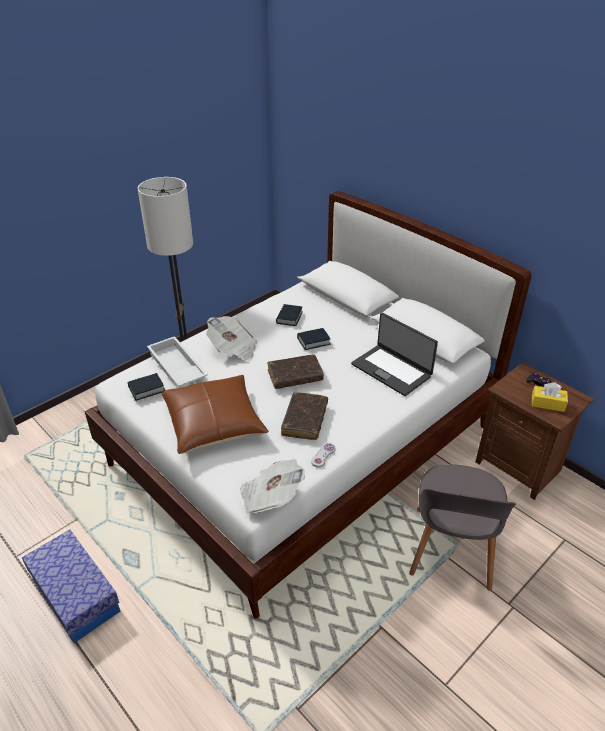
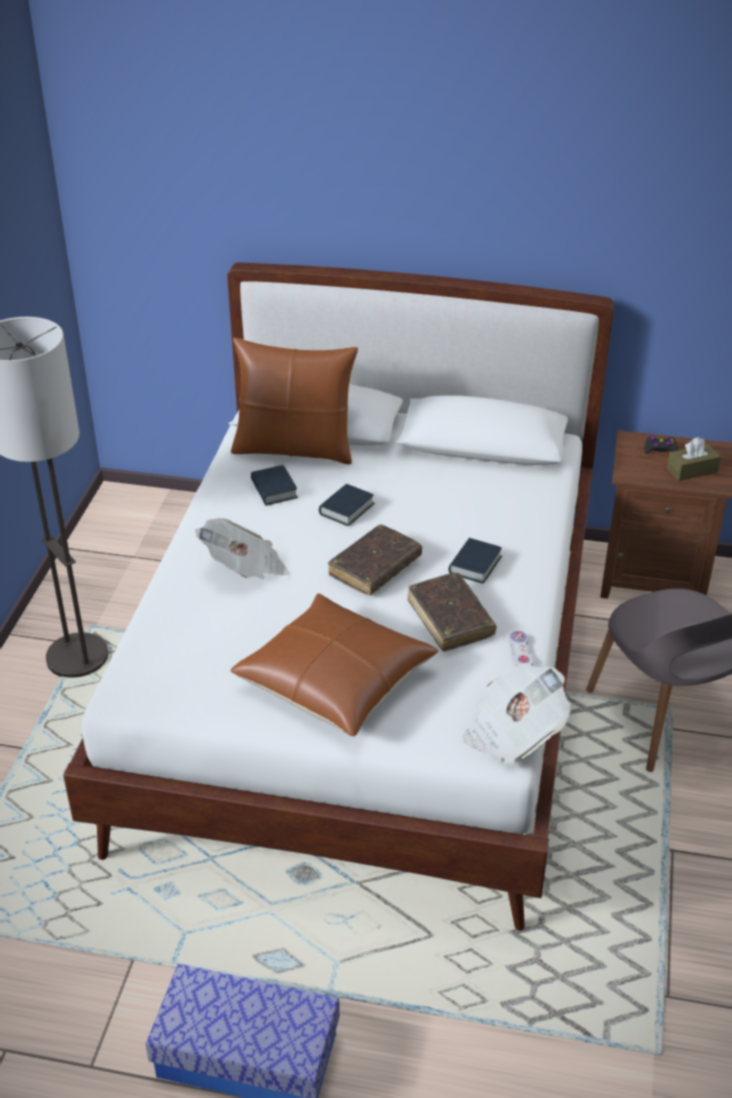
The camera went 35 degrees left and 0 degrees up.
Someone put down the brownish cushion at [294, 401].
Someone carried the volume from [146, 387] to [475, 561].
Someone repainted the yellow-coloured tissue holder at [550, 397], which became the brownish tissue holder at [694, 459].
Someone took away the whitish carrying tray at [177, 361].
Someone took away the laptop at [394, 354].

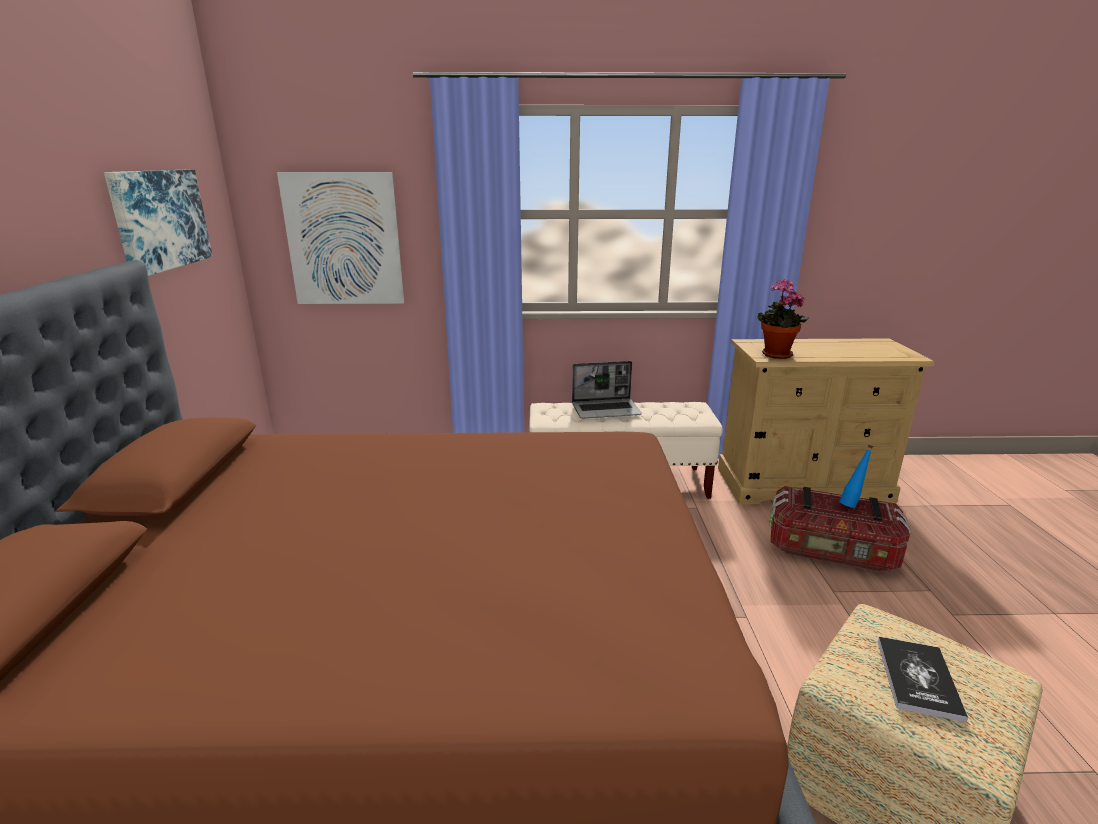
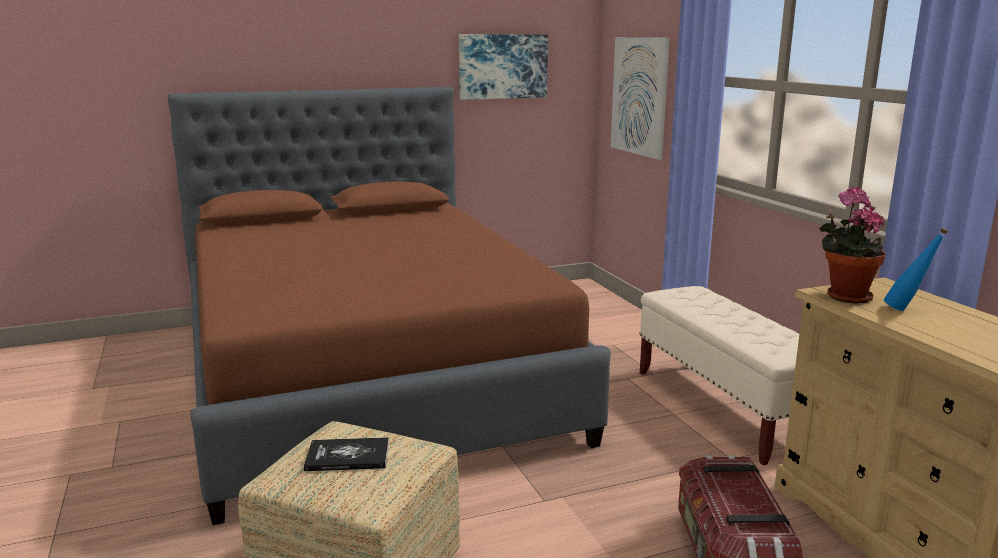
The camera went 70 degrees right and 5 degrees down.
Someone carried the blue bottle from [856, 476] to [916, 269].
Someone took away the laptop at [607, 389].

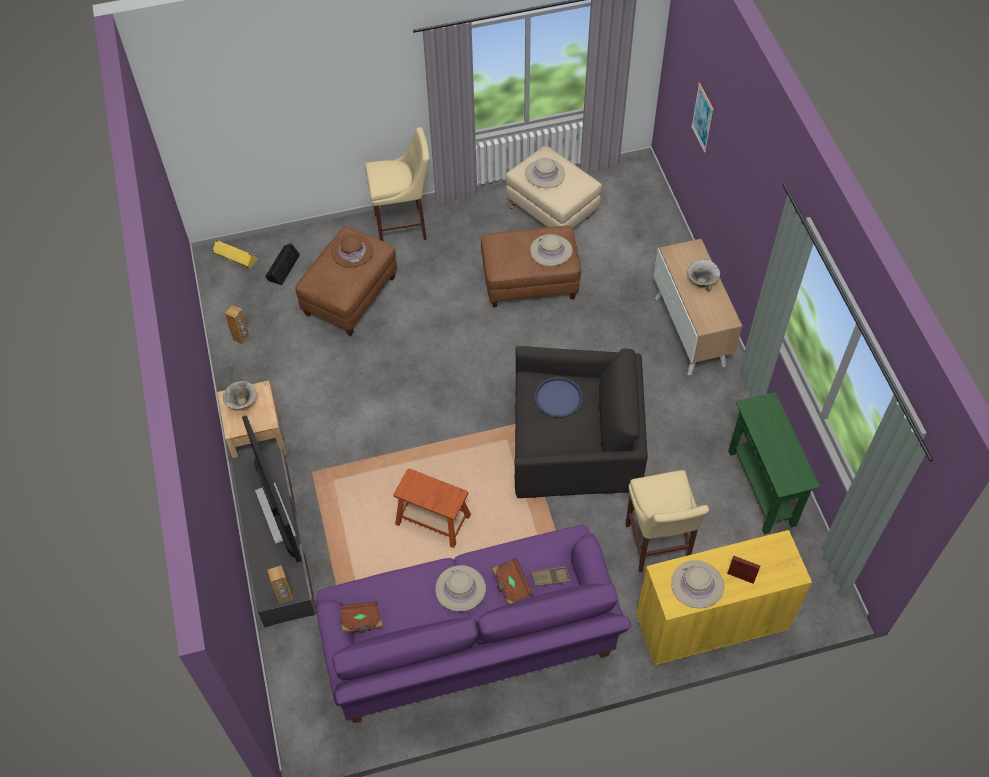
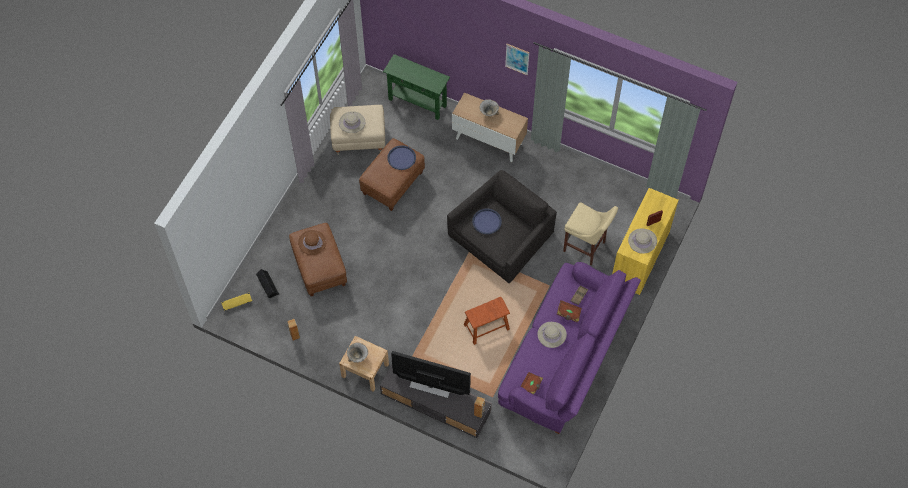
The camera went 50 degrees left and 5 degrees up.
Someone carried the green hall table from [774, 463] to [416, 87].
Someone swapped the beige clothing hat at [551, 250] for the blue carrying tray at [401, 157].
Someone carried the wall art from [702, 118] to [517, 59].
Someone took away the beige stool at [397, 184].

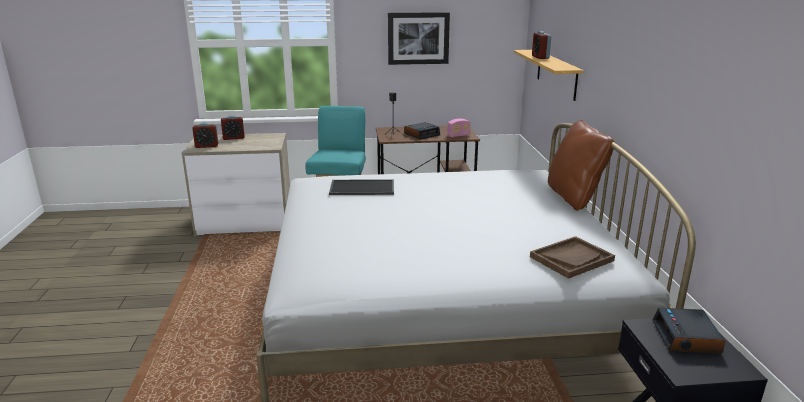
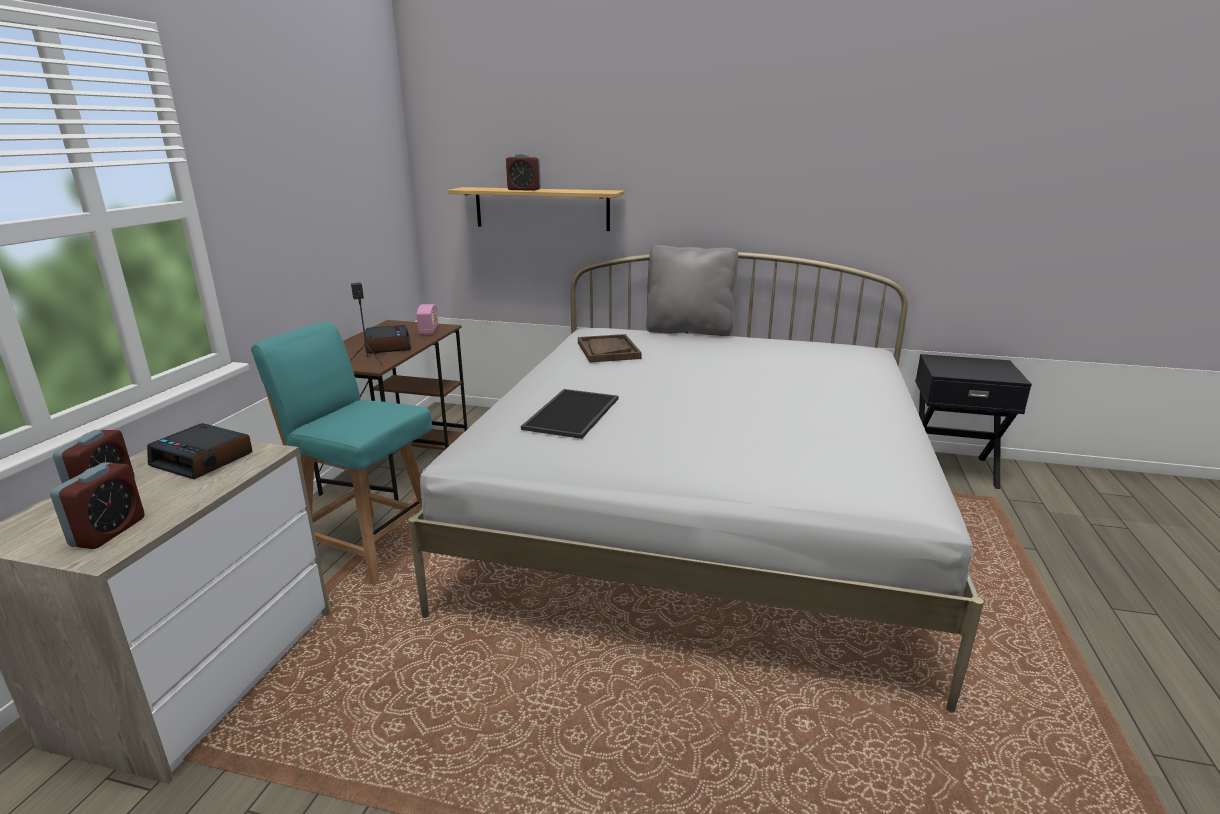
The camera went 70 degrees left and 0 degrees up.
Someone carried the bedside clock from [689, 331] to [200, 451].
Someone carried the brownish carrying tray from [572, 257] to [610, 348].
Someone repainted the brownish cushion at [581, 165], which became the greyish cushion at [692, 290].
Someone took away the wall art at [419, 38].

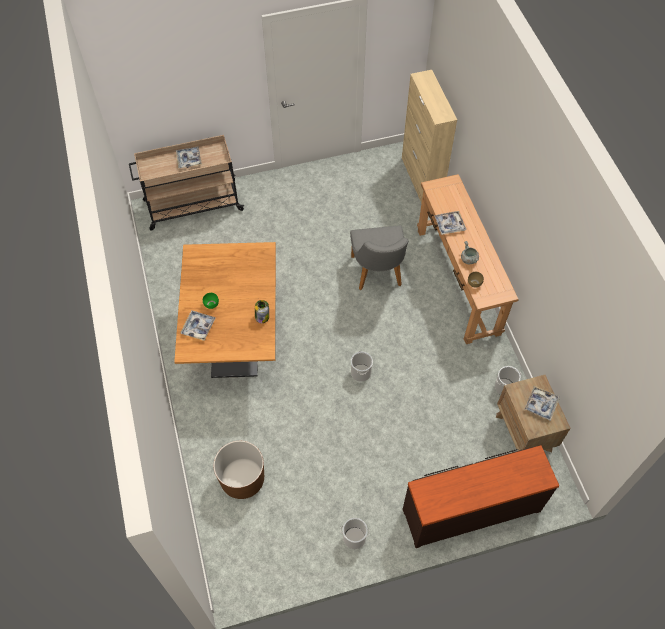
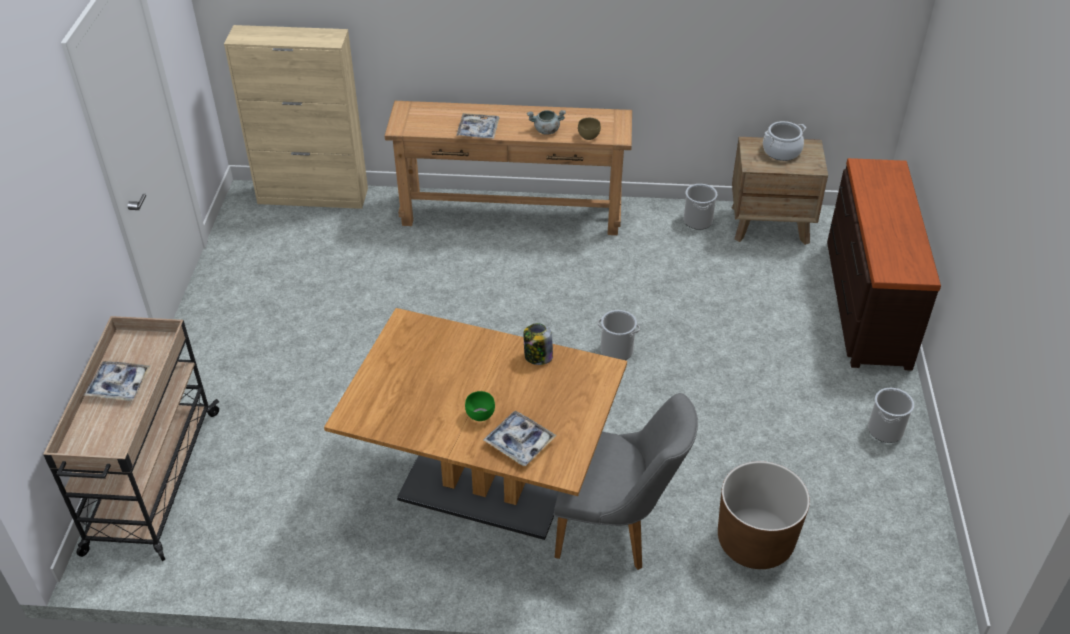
The camera went 70 degrees left and 15 degrees down.
Someone carried the greyish chair from [379, 257] to [626, 481].
Someone swapped the carrying tray at [541, 403] for the cooking pot at [784, 141].

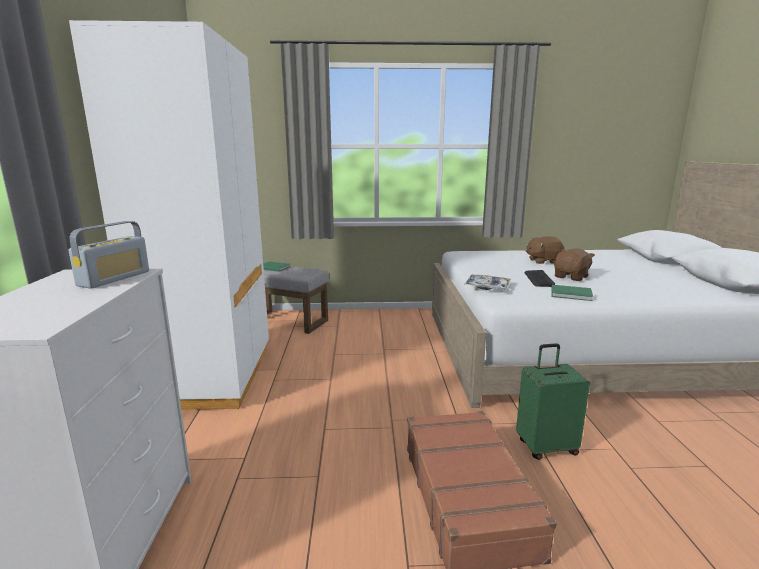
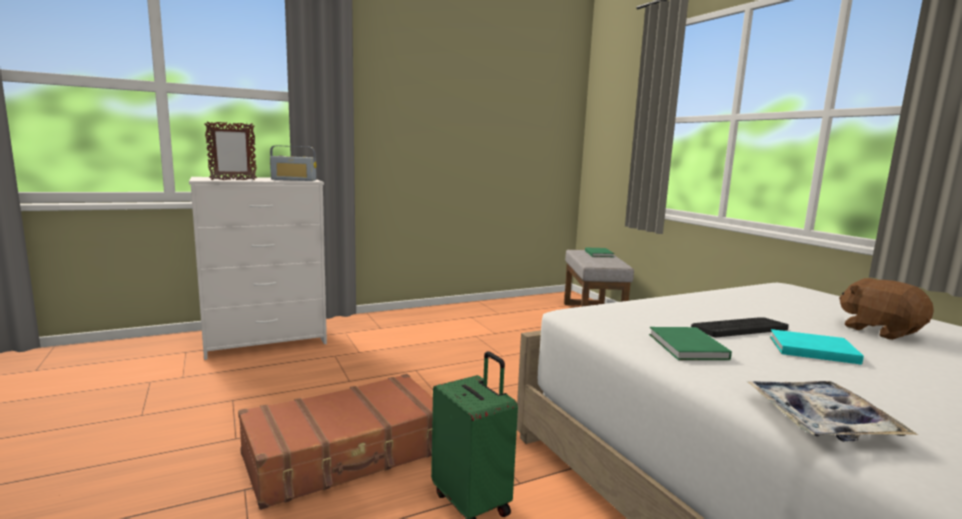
The camera went 65 degrees right and 5 degrees down.
Someone put down the picture frame at [230, 150].
Someone carried the carrying tray from [487, 282] to [833, 411].
Someone swapped the brownish cuddly toy at [574, 265] for the turquoise volume at [817, 347].
Someone took away the whitish armoire at [169, 215].

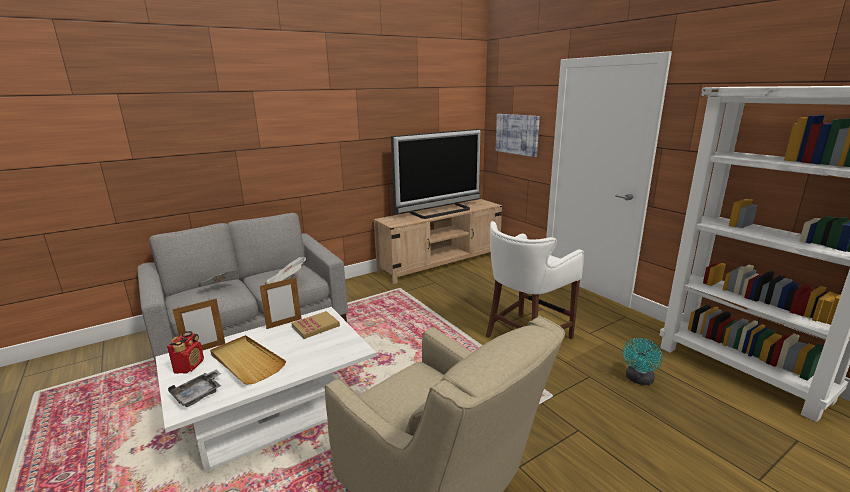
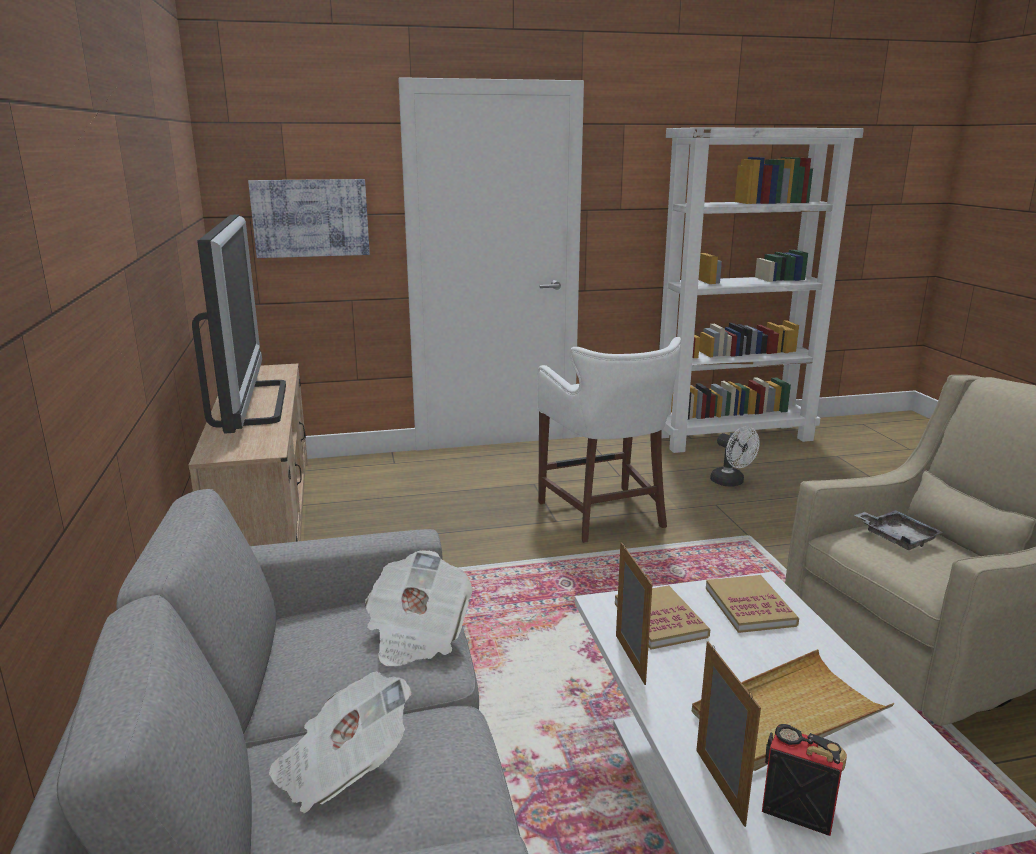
The camera went 70 degrees left and 0 degrees up.
Someone put down the volume at [752, 604].
Someone repainted the turquoise fan at [643, 361], which became the whitish fan at [735, 457].
Someone carried the greyish carrying tray from [194, 388] to [899, 530].

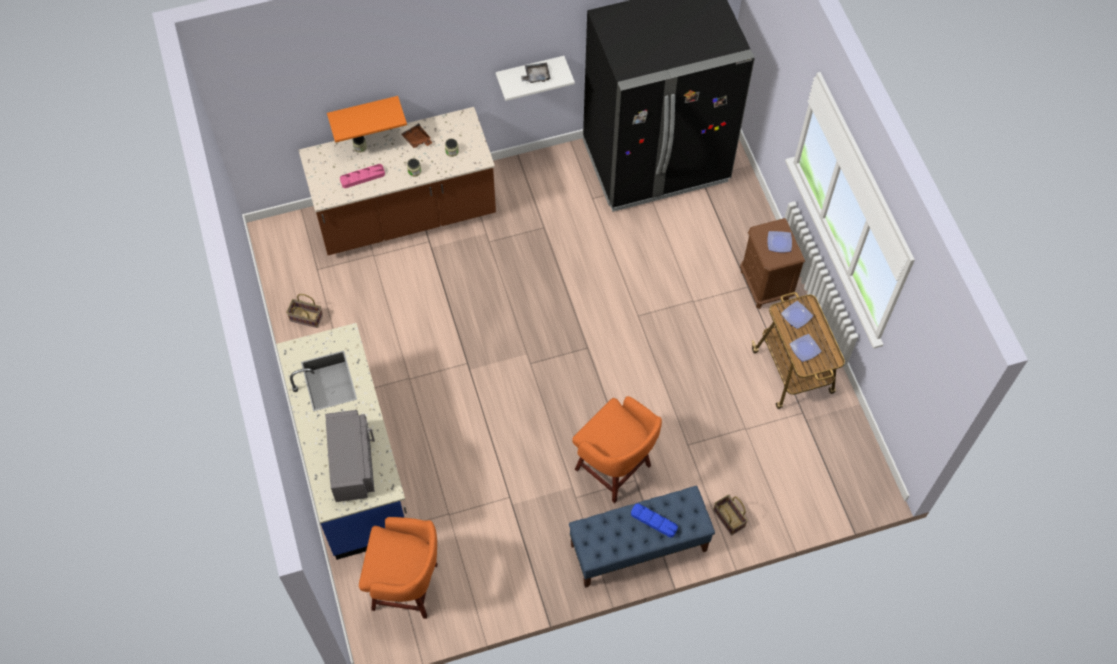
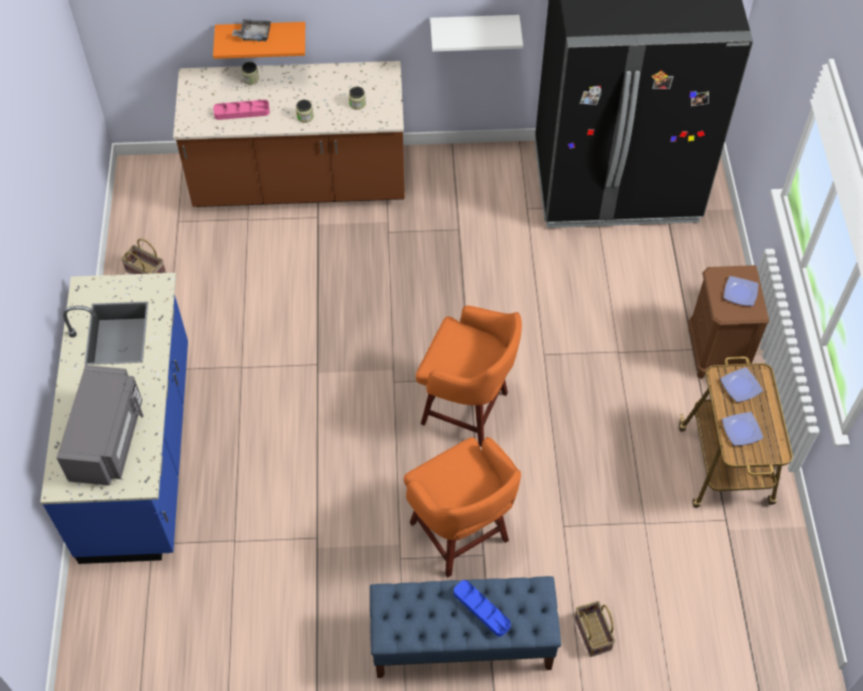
The camera went 15 degrees right and 5 degrees down.
Someone carried the greyish carrying tray from [536, 73] to [251, 30].
Someone carried the orange stool from [398, 568] to [469, 376].
Someone took away the brownish carrying tray at [417, 135].

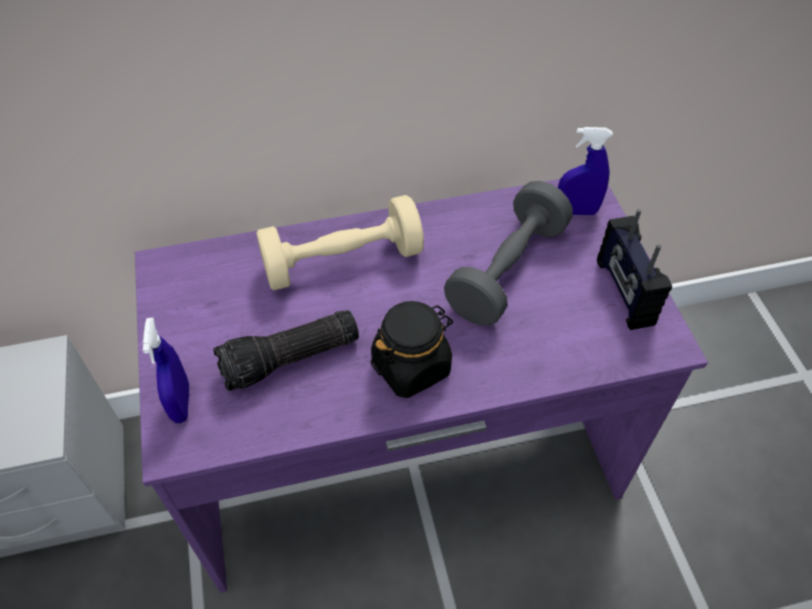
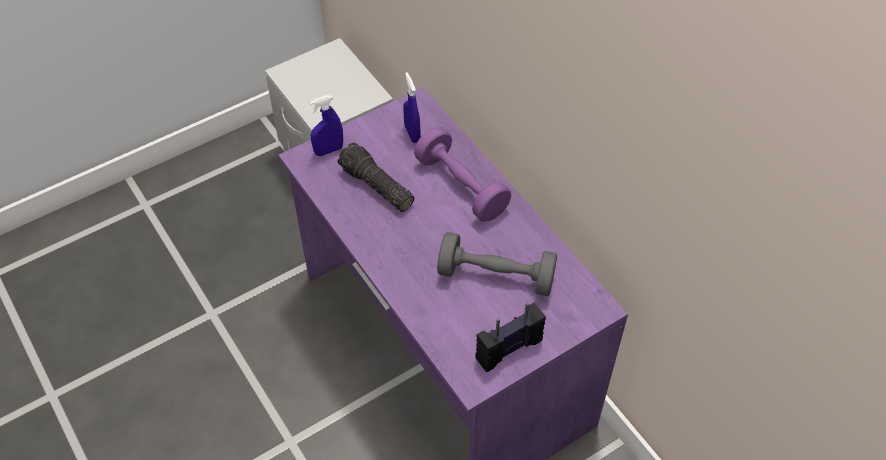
The camera went 70 degrees right and 0 degrees up.
Someone carried the blue spray bottle from [585, 171] to [412, 107].
Someone repainted the beige free weight at [340, 242], which became the purple free weight at [462, 174].
Someone took away the blackish storage jar at [412, 349].

